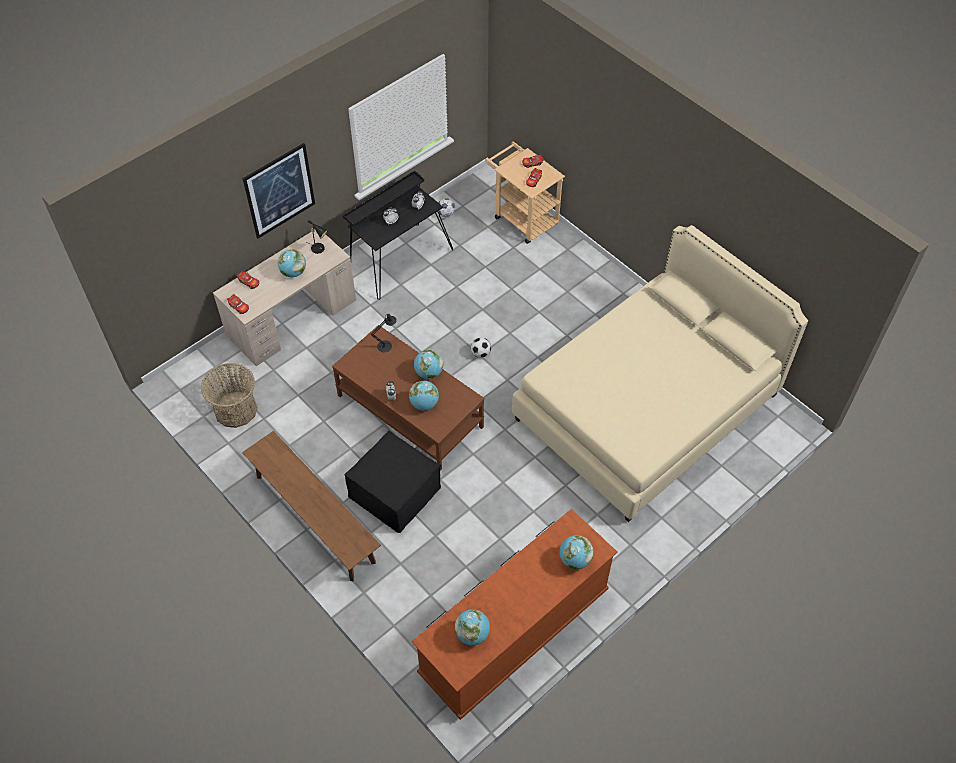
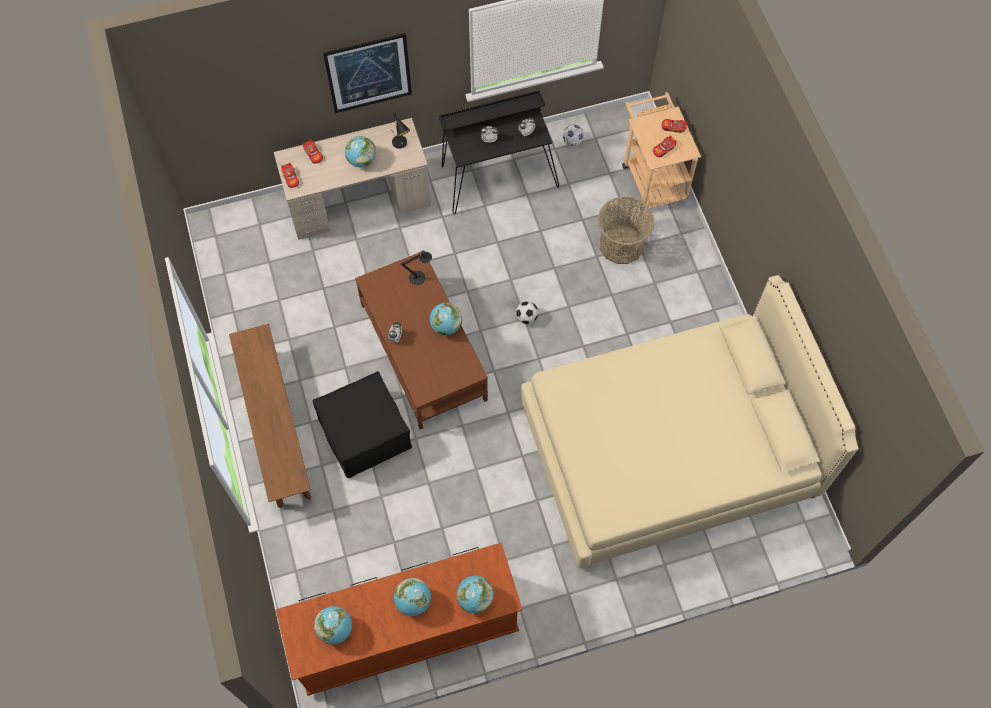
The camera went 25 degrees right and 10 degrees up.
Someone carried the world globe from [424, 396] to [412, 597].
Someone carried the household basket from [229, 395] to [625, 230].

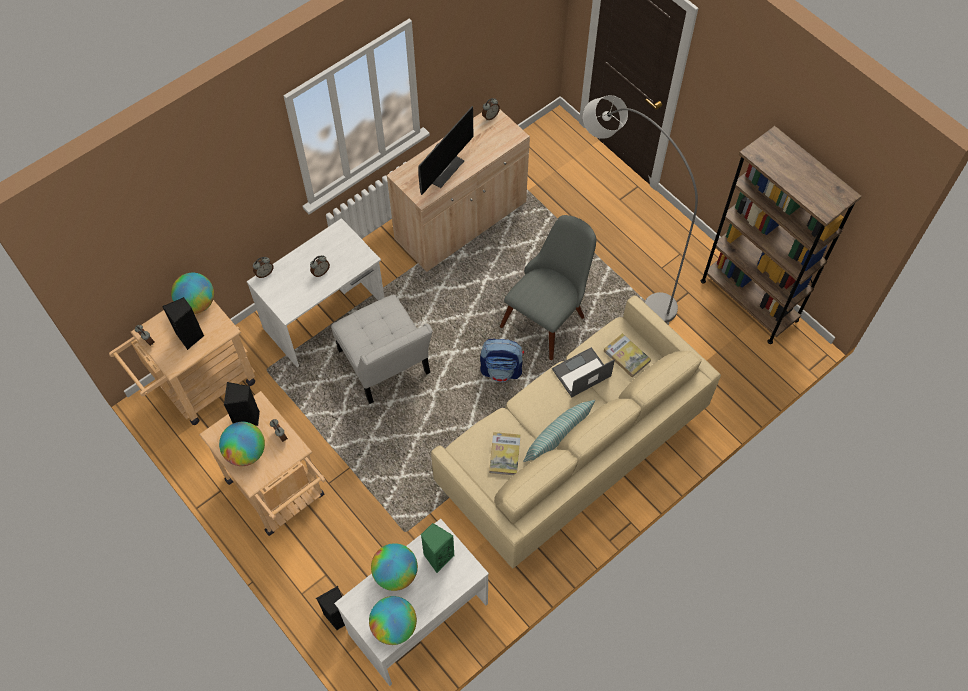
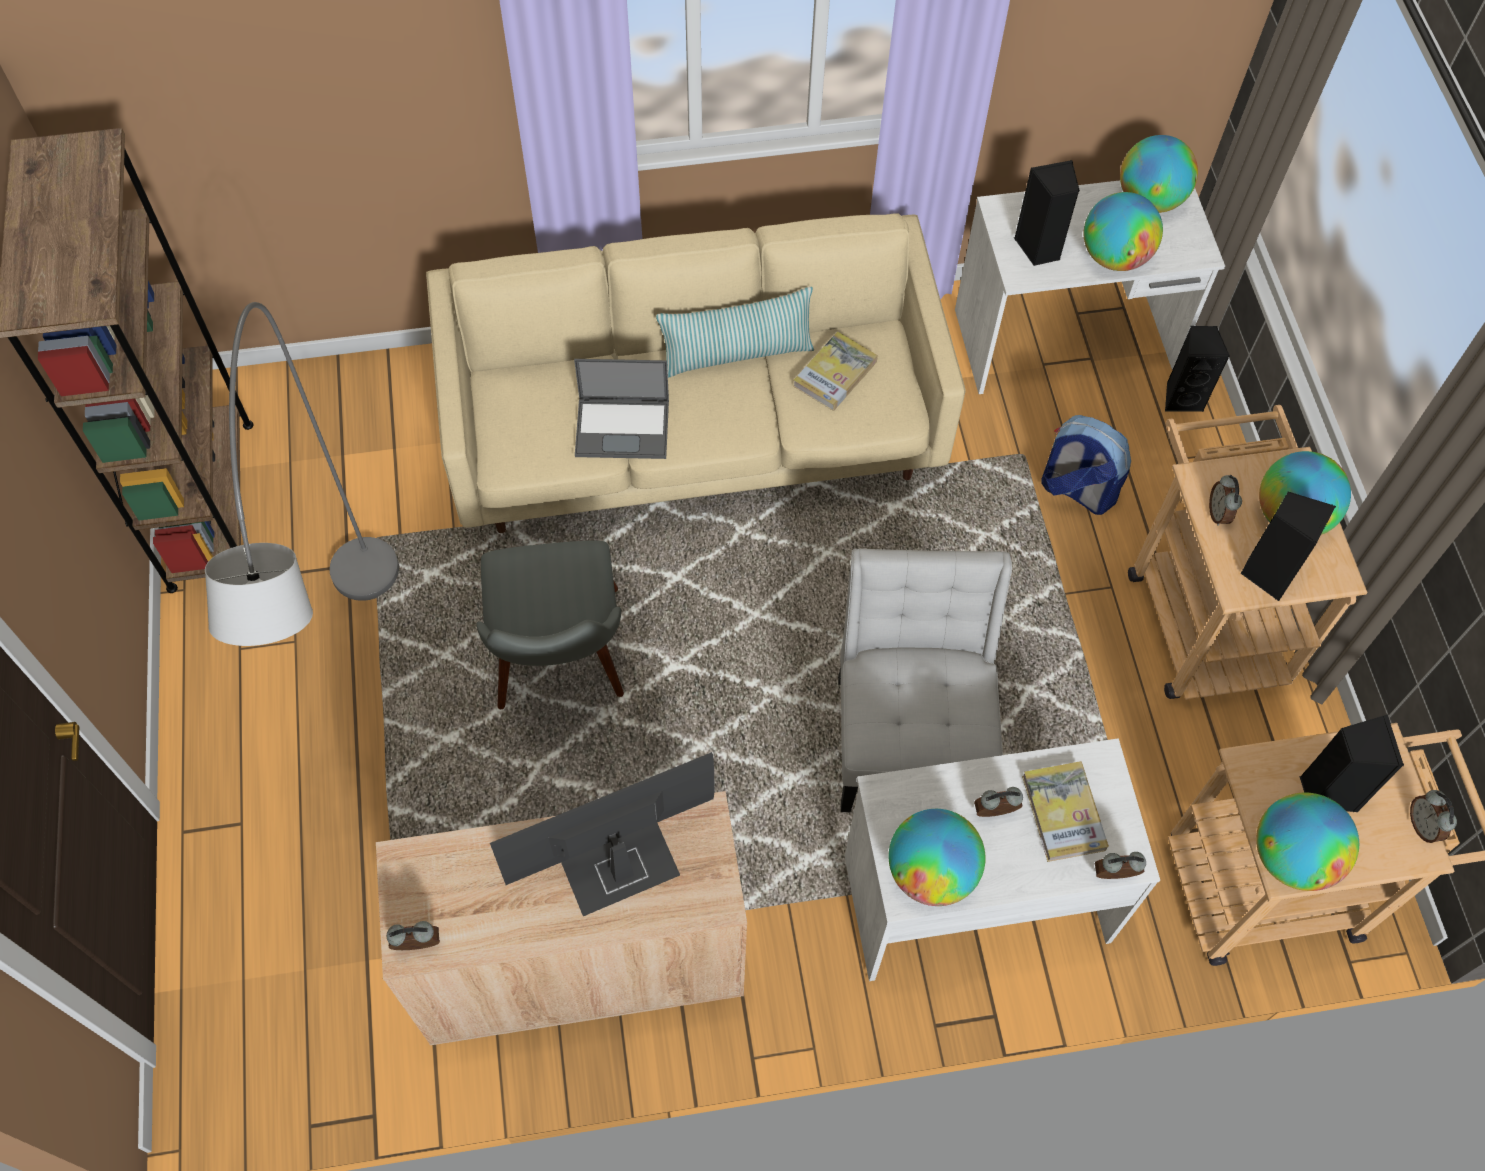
The camera went 150 degrees left and 0 degrees up.
Someone rotated the greyish chair at [548, 287] by 75 degrees counterclockwise.
Someone put down the world globe at [937, 857].
Someone repainted the green audio speaker at [438, 548], which became the blackish audio speaker at [1047, 213].
Someone carried the volume from [627, 355] to [1065, 811].
Someone carried the knapsack from [502, 360] to [1086, 465].

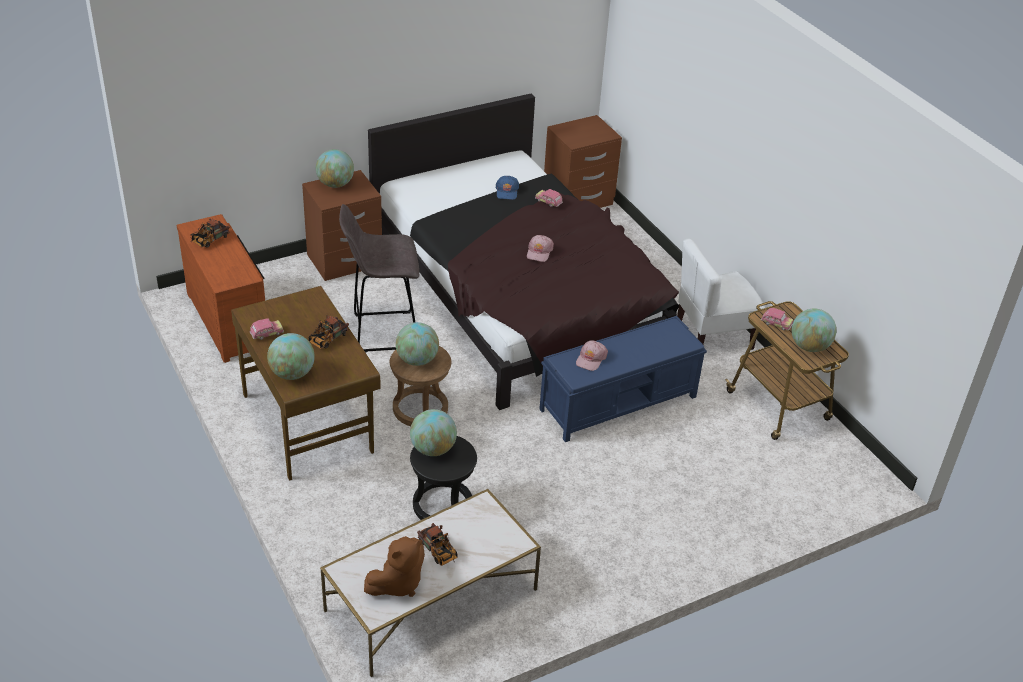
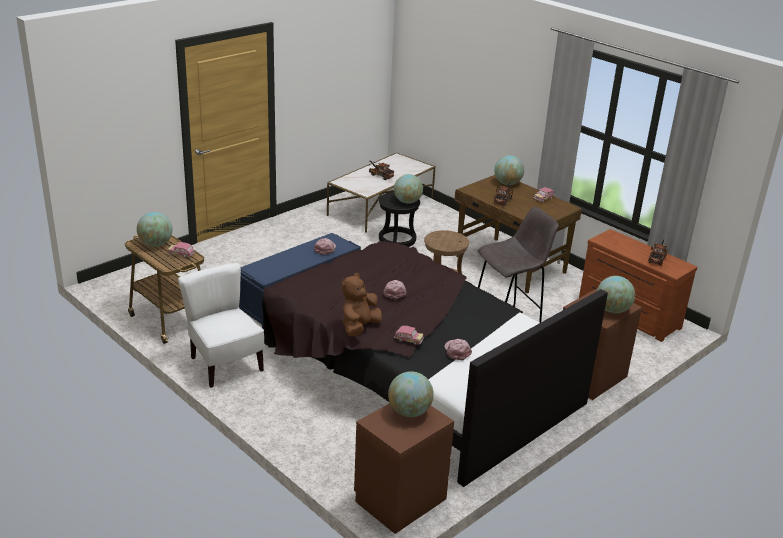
The camera went 165 degrees right and 10 degrees down.
Someone rotated the whitish chair at [721, 294] by 90 degrees counterclockwise.
Someone carried the brownish cuddly toy from [394, 566] to [362, 305].
Someone carried the world globe from [417, 344] to [411, 394].
Someone repainted the blue baseball cap at [507, 188], which became the pinkish baseball cap at [458, 349].

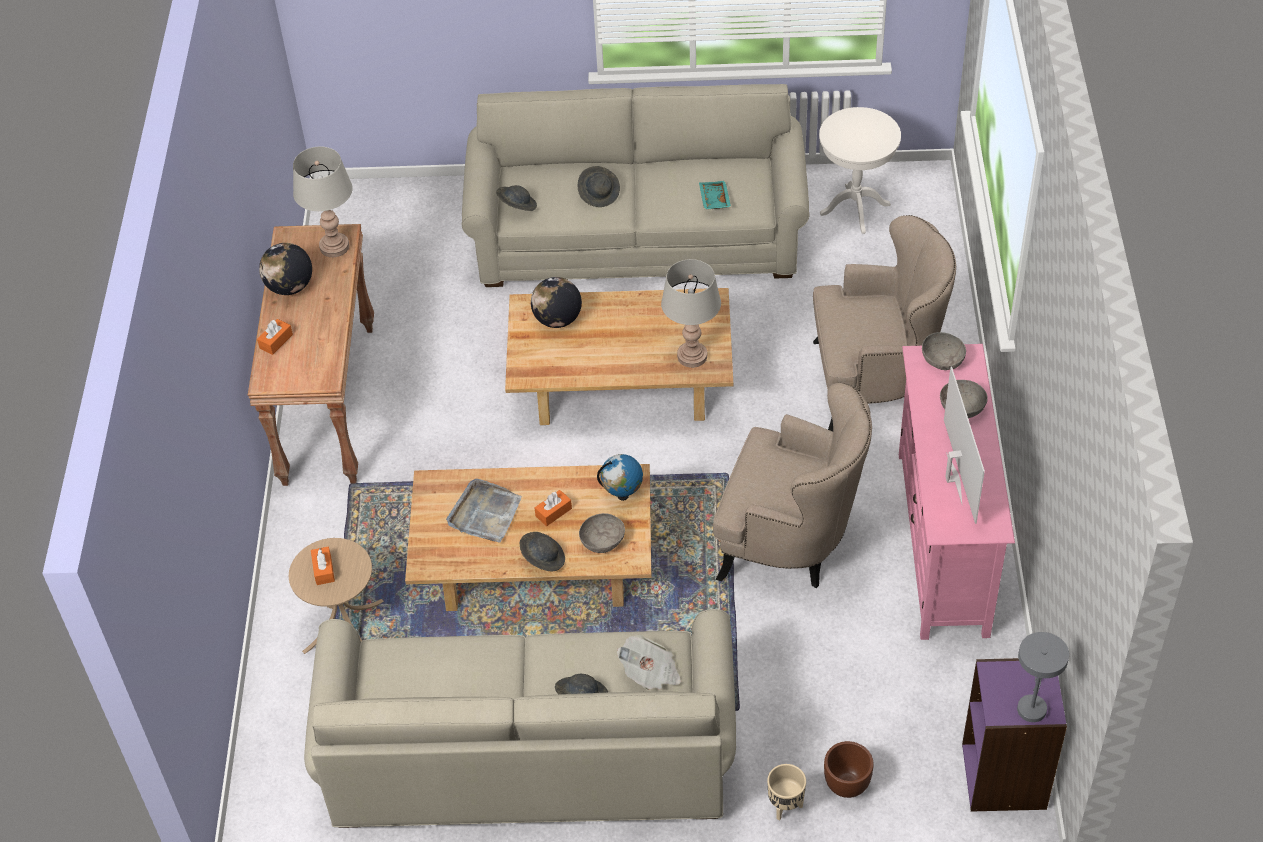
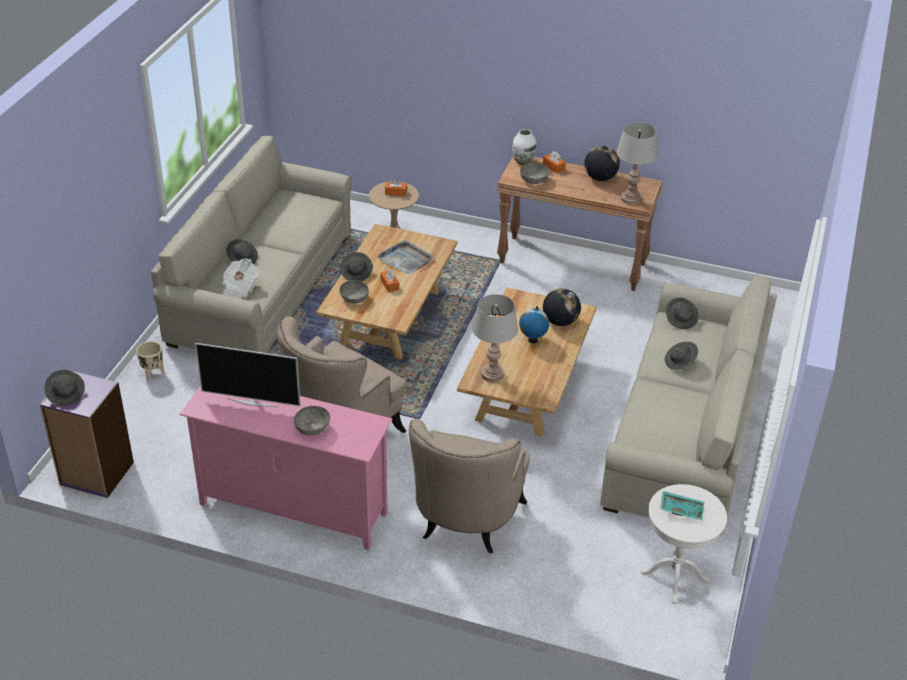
The camera went 105 degrees right and 10 degrees down.
Someone swapped the greyish lamp for a table at [1043, 677] for the greyish clothing hat at [64, 387].
Someone put down the whitish flower vase at [524, 147].
Someone carried the world globe from [620, 477] to [534, 324].
Someone carried the greyish serving bowl from [944, 351] to [534, 173].
Someone carried the turquoise carrying tray from [715, 195] to [682, 505].
Someone took away the brownish flower pot at [849, 769].

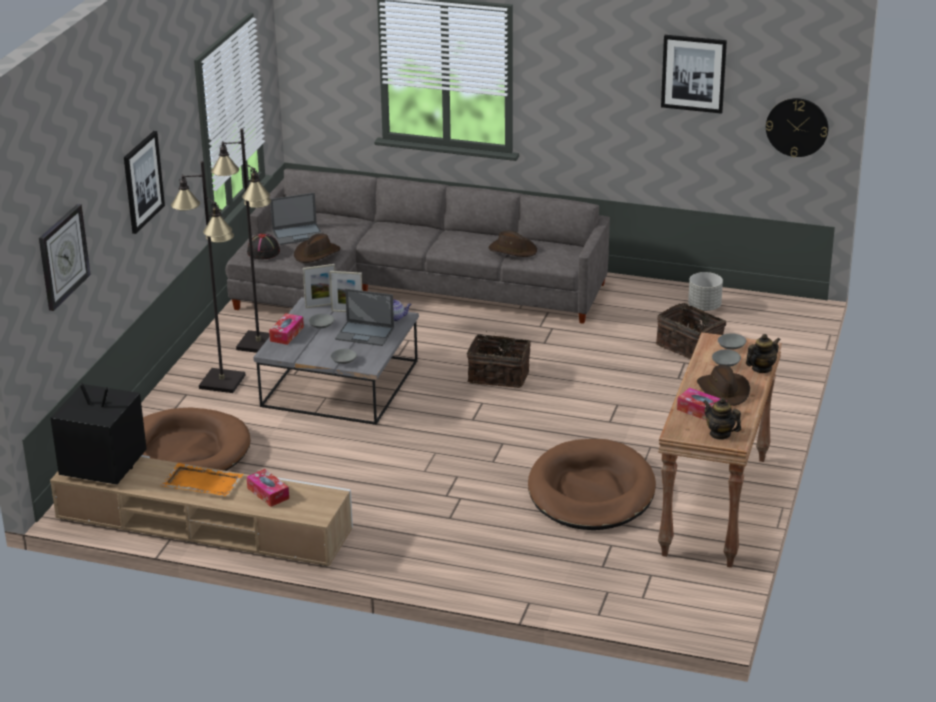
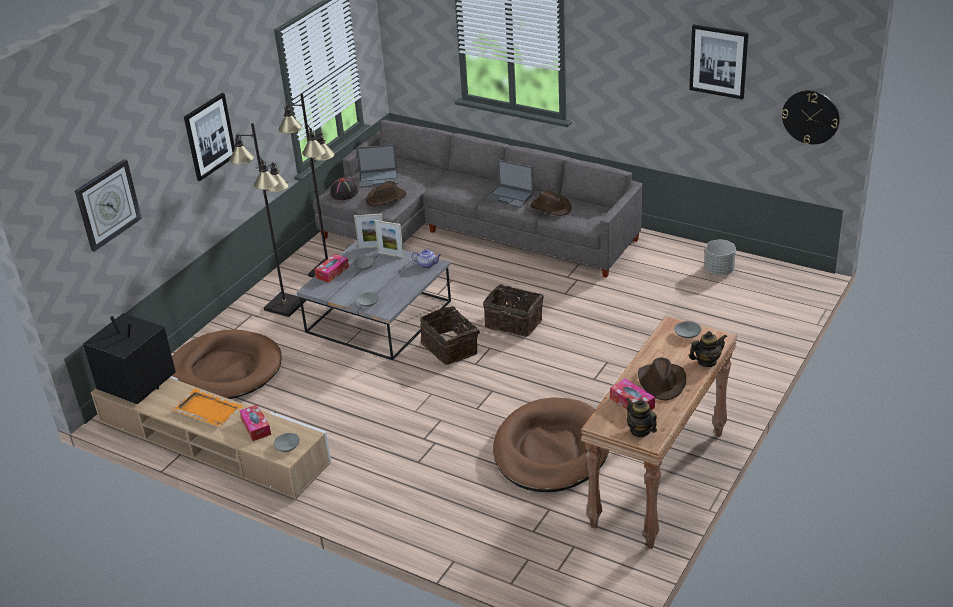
The camera went 15 degrees right and 5 degrees up.
Someone carried the greyish serving bowl from [726, 358] to [287, 442].
Someone carried the household basket from [691, 331] to [450, 335].
Someone carried the laptop from [364, 317] to [509, 183].

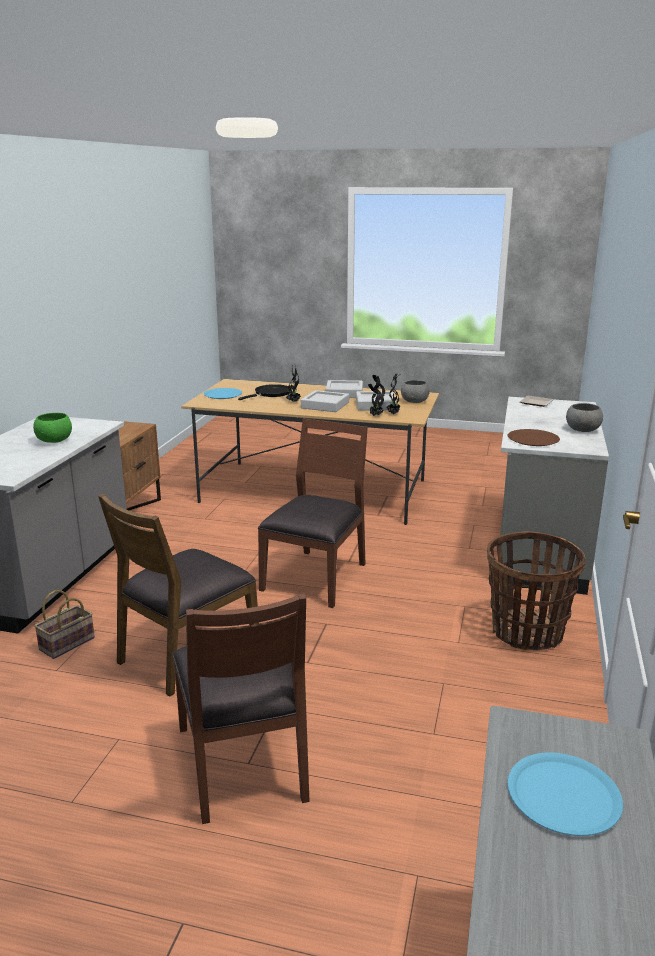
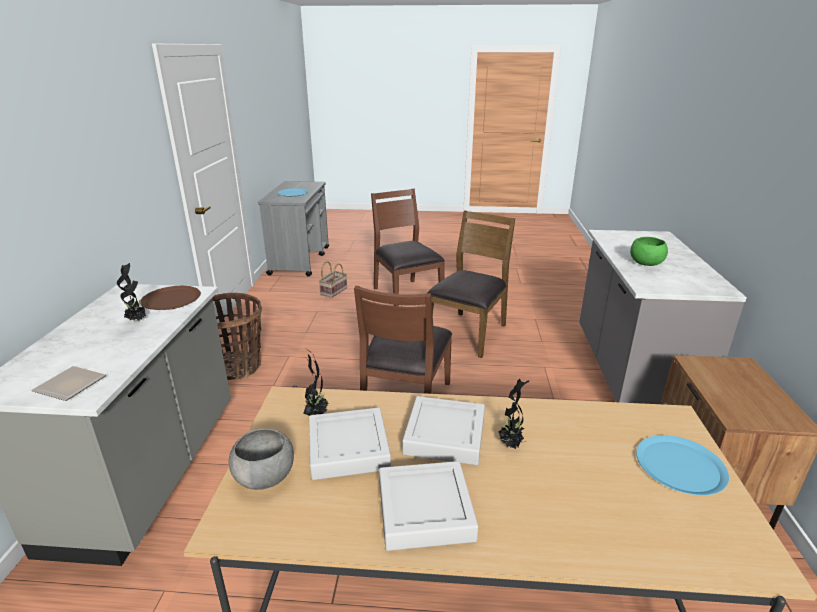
The camera went 170 degrees right and 5 degrees up.
Someone carried the houseplant from [376, 395] to [131, 292].
Someone carried the household basket from [64, 624] to [333, 279].
Someone took away the blackish skillet at [264, 392].
Someone took away the greyish serving bowl at [584, 417].

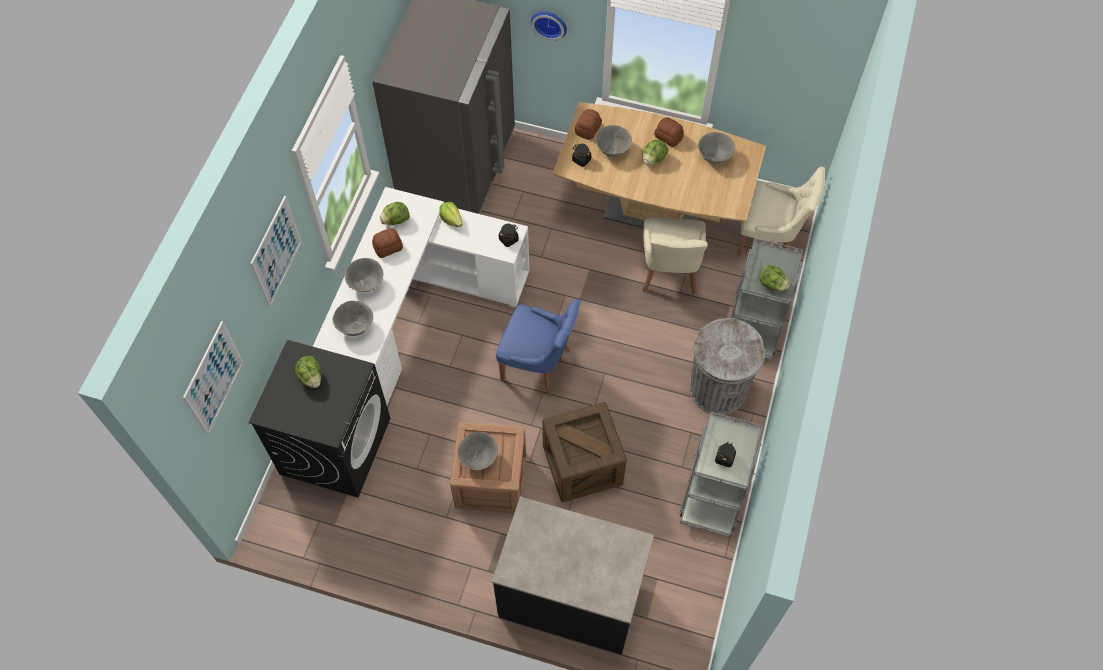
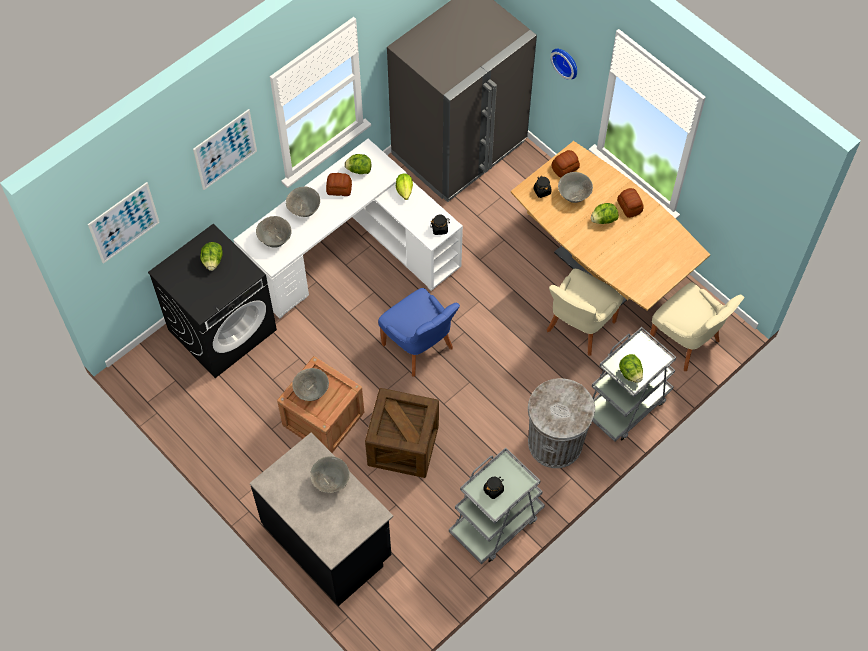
The camera went 30 degrees right and 0 degrees up.
Someone carried the greyish serving bowl from [716, 148] to [330, 474].

